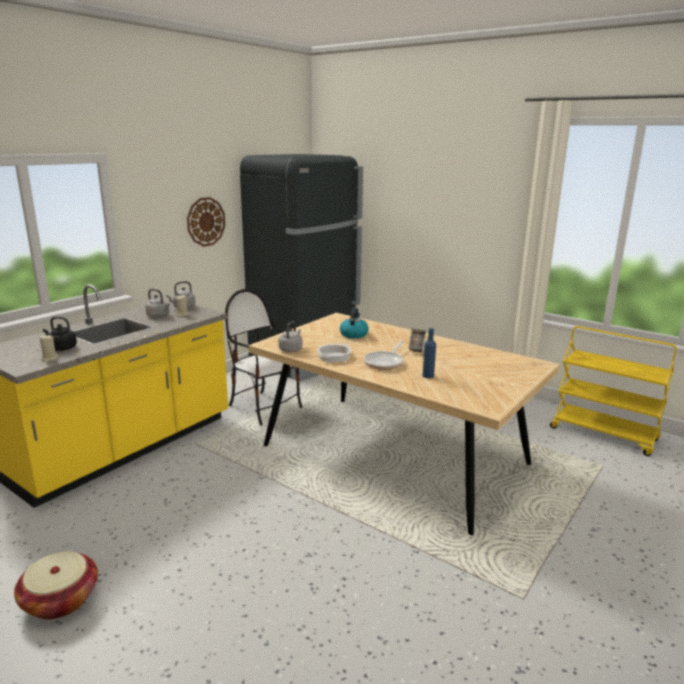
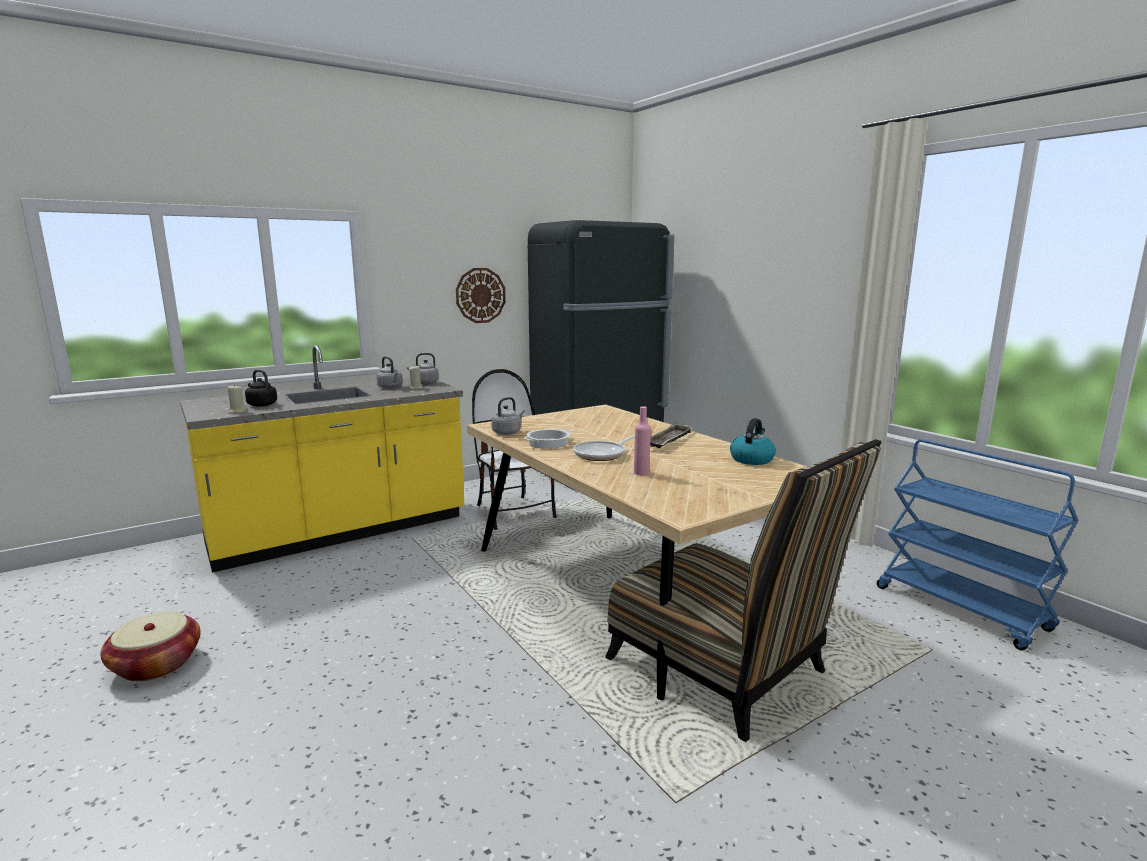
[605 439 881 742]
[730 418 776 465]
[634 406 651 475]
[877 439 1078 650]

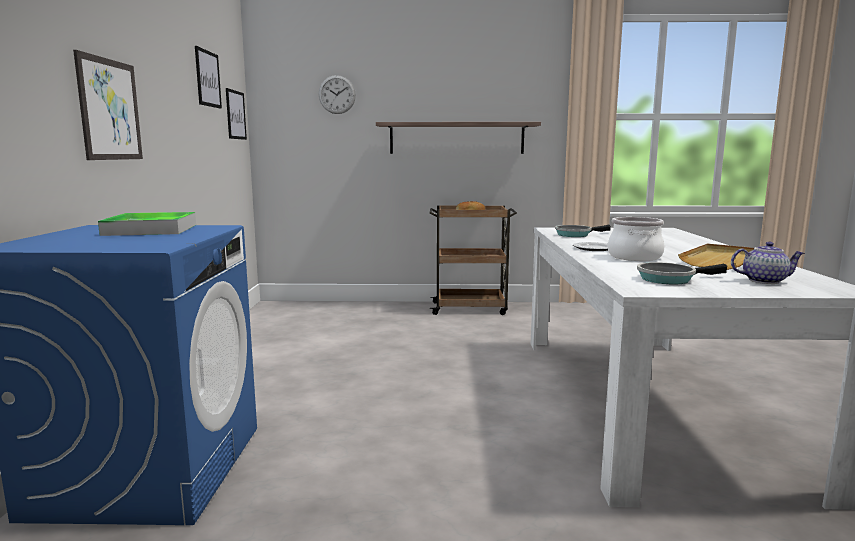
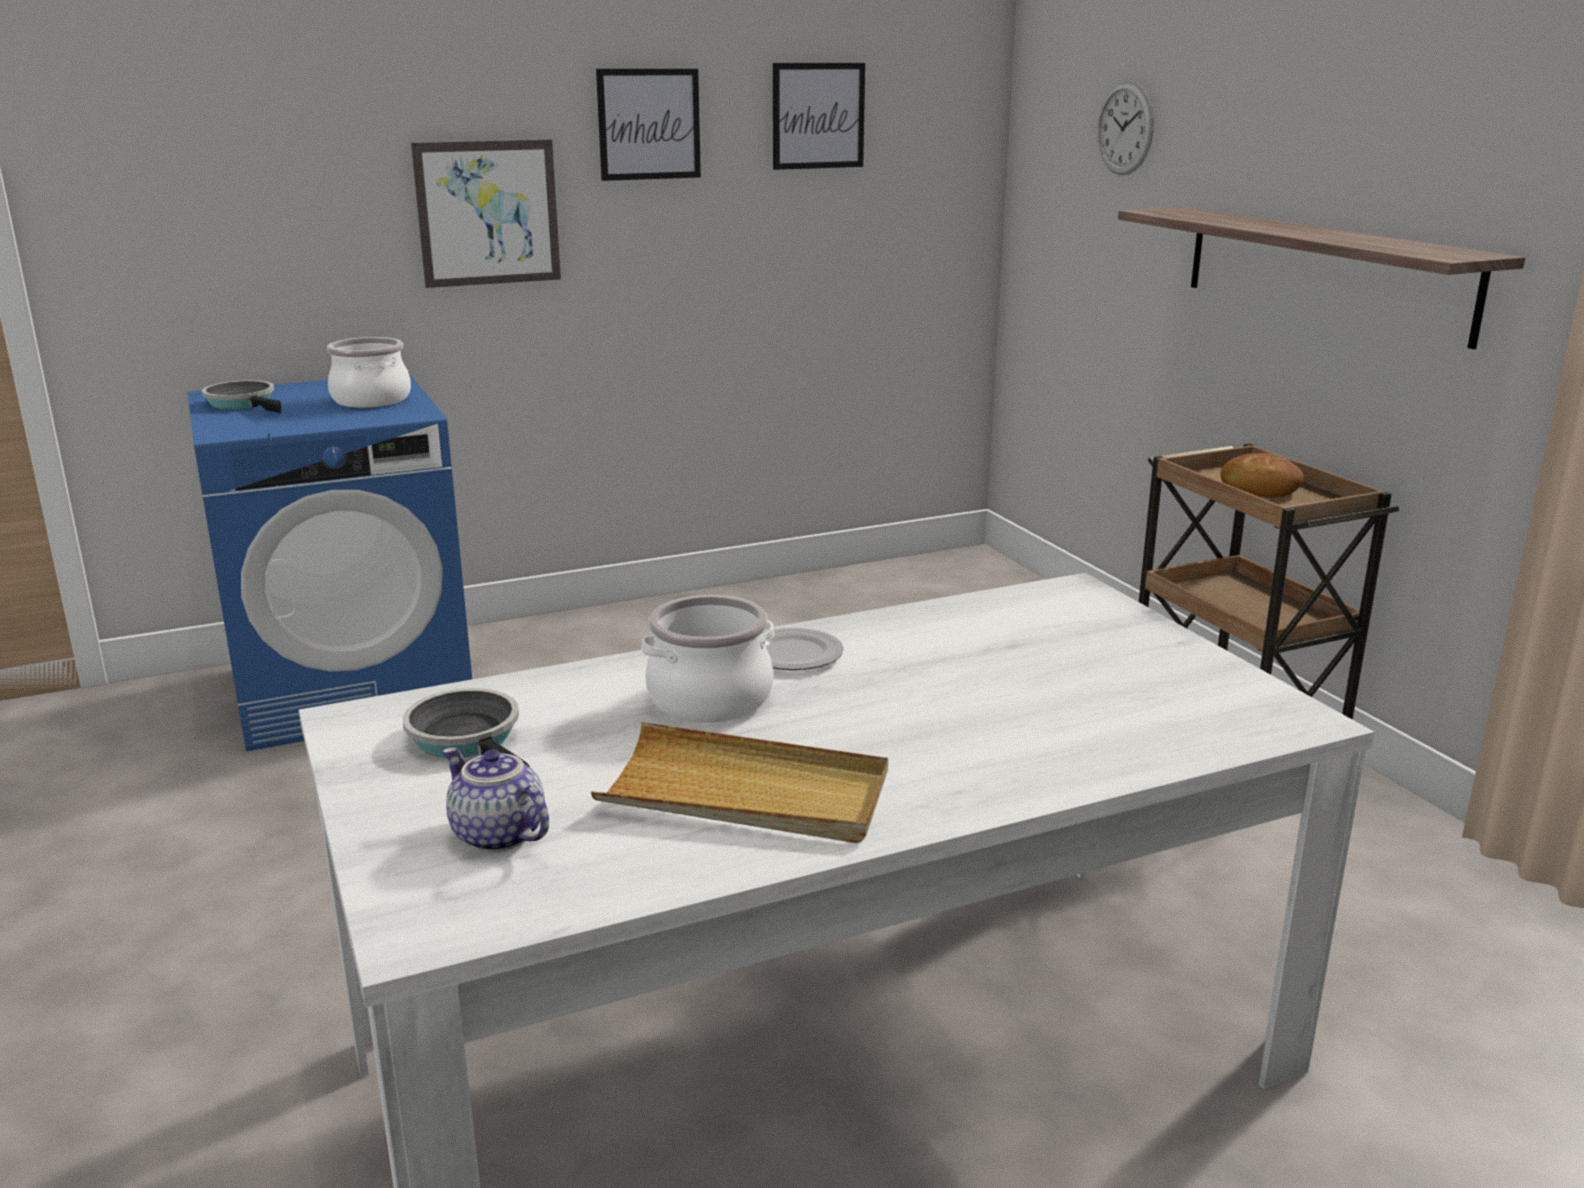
[596 69 701 181]
[202 380 281 413]
[327 337 411 408]
[443 747 549 852]

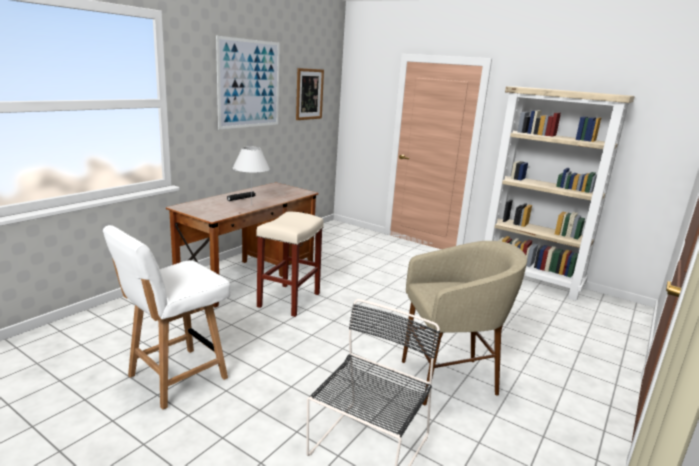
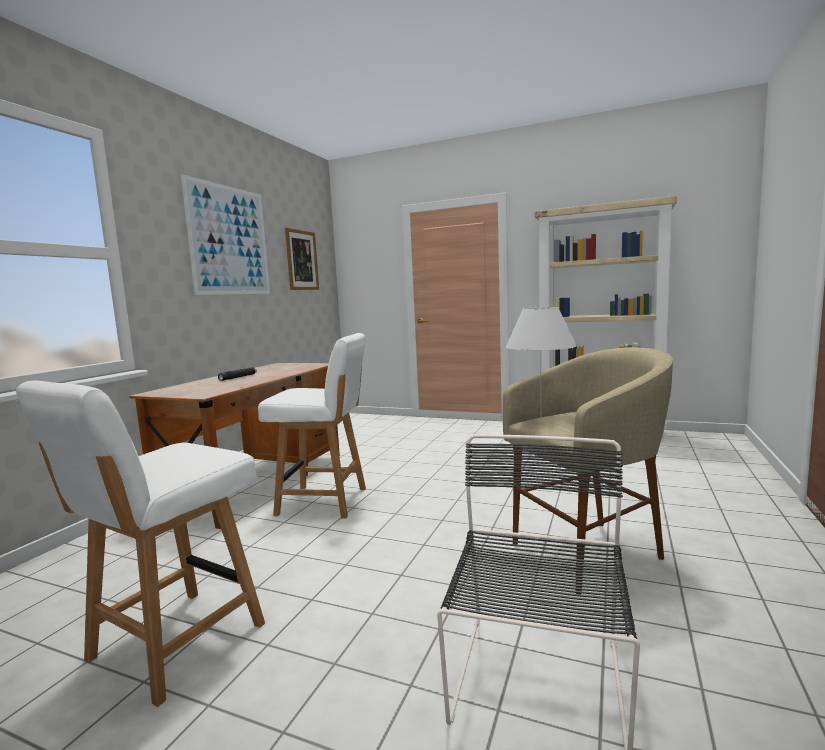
[506 307 577 417]
[258 333 366 518]

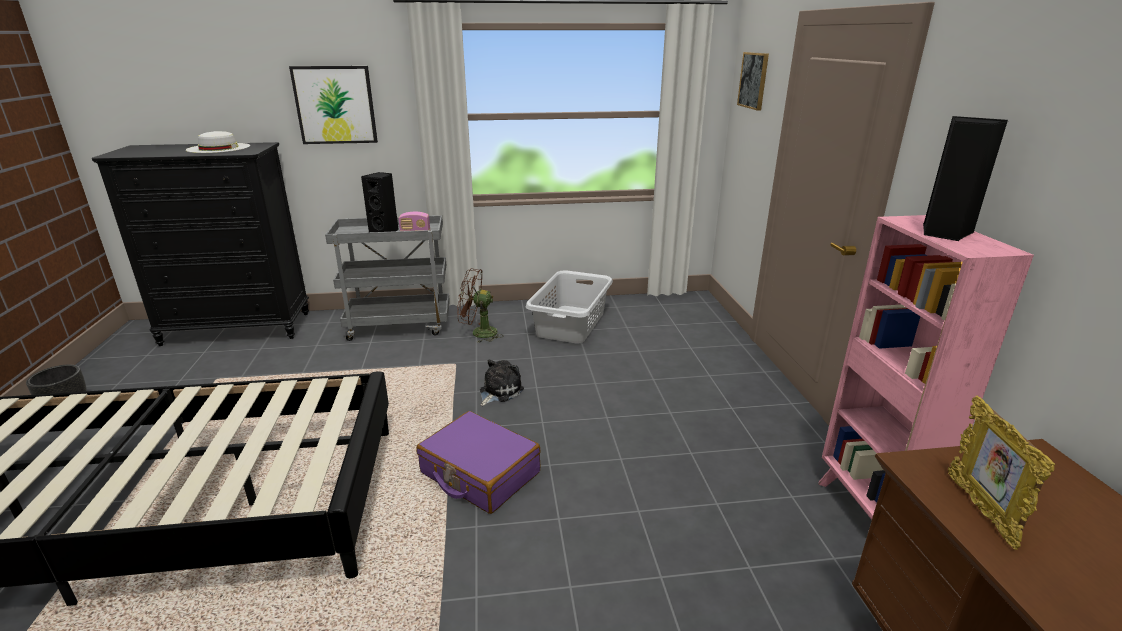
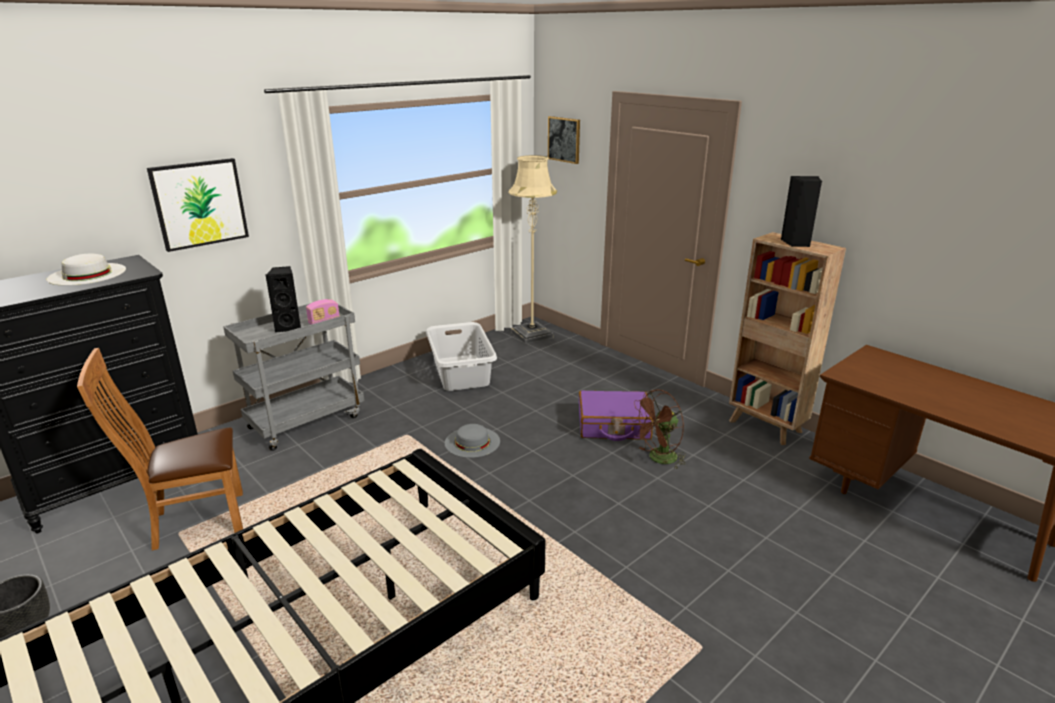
[948 396 1055 550] (first image)
[77 348 243 550]
[508 155 557 344]
[579 390 654 441]
[631 390 686 469]
[445 424 500 458]
[729 232 846 445]

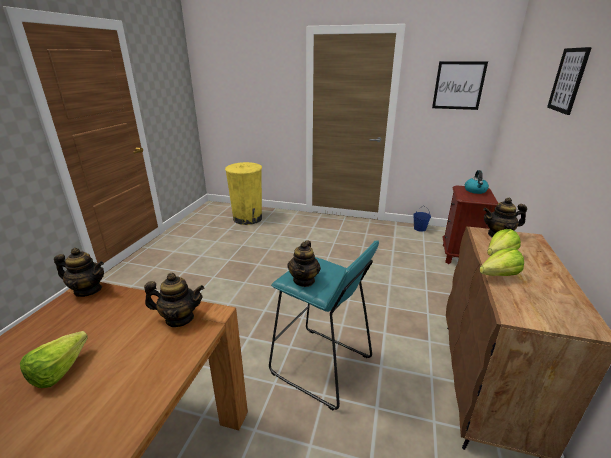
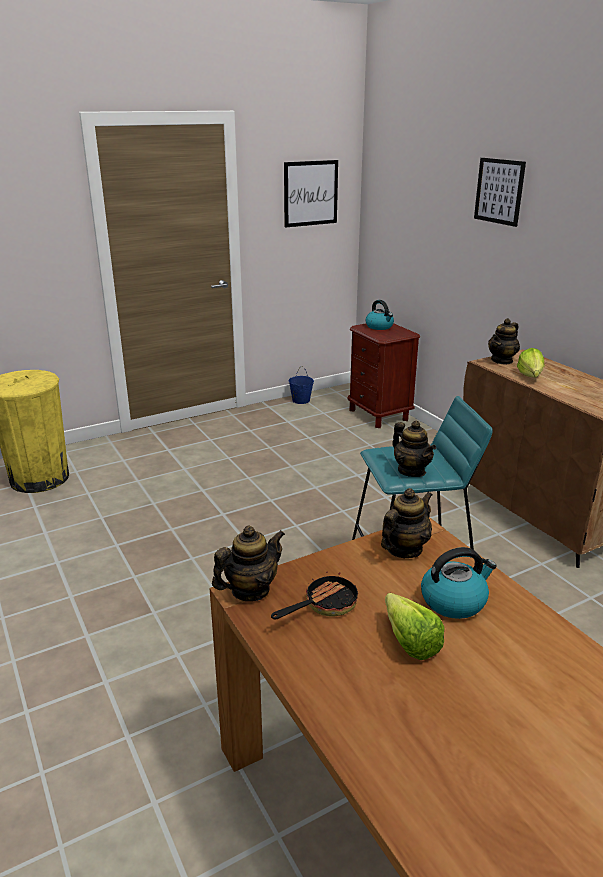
[479 248 524 276] (first image)
[271 567 358 619]
[421 547 497 619]

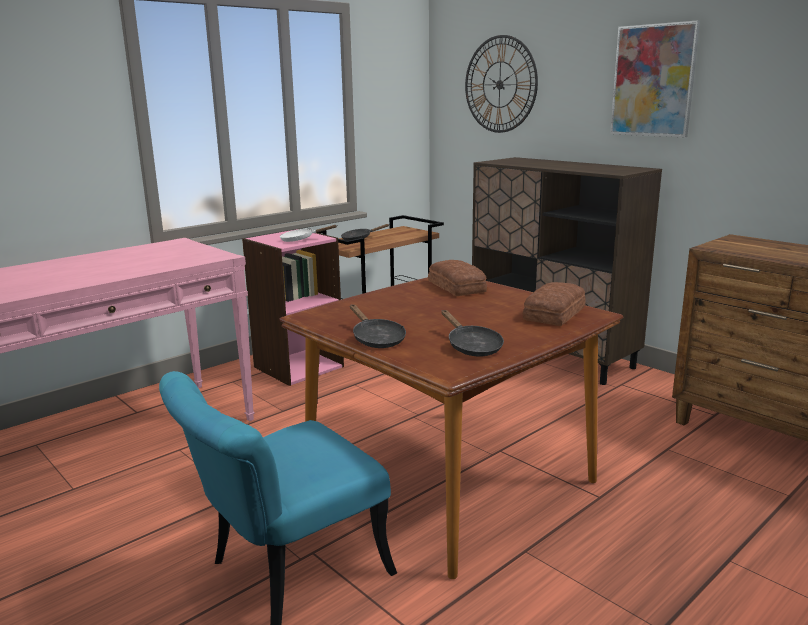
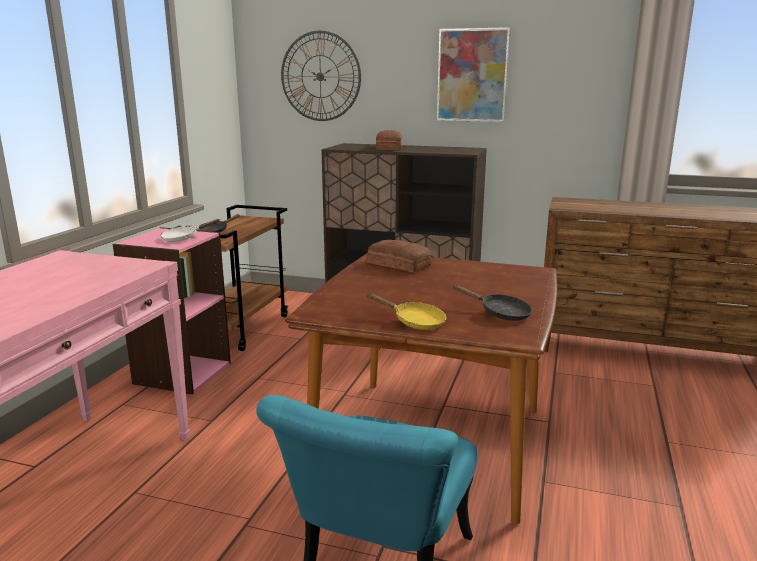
[376 130 402 150]
[366 293 446 330]

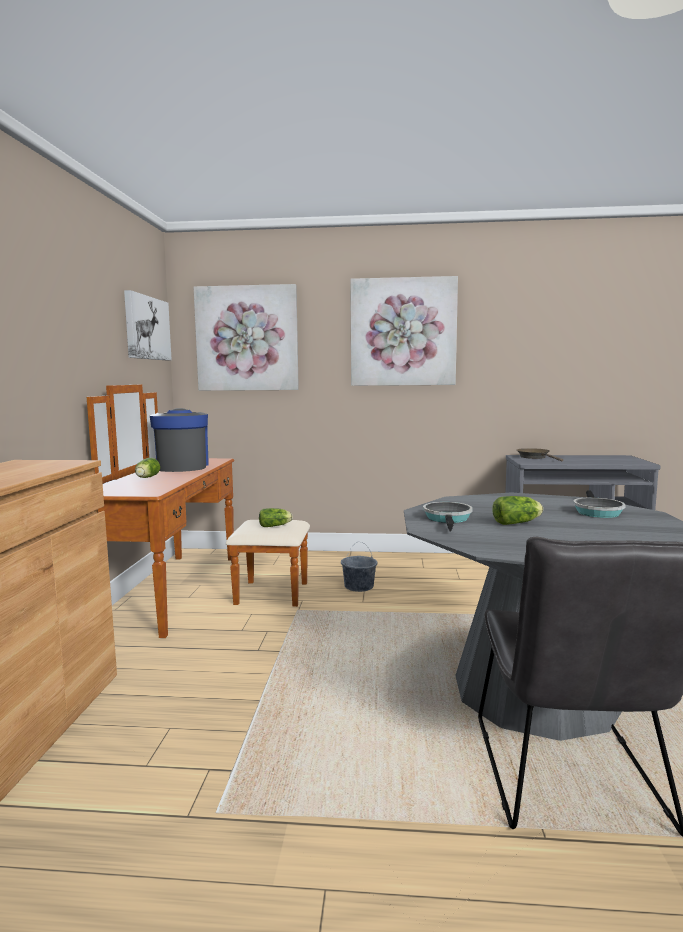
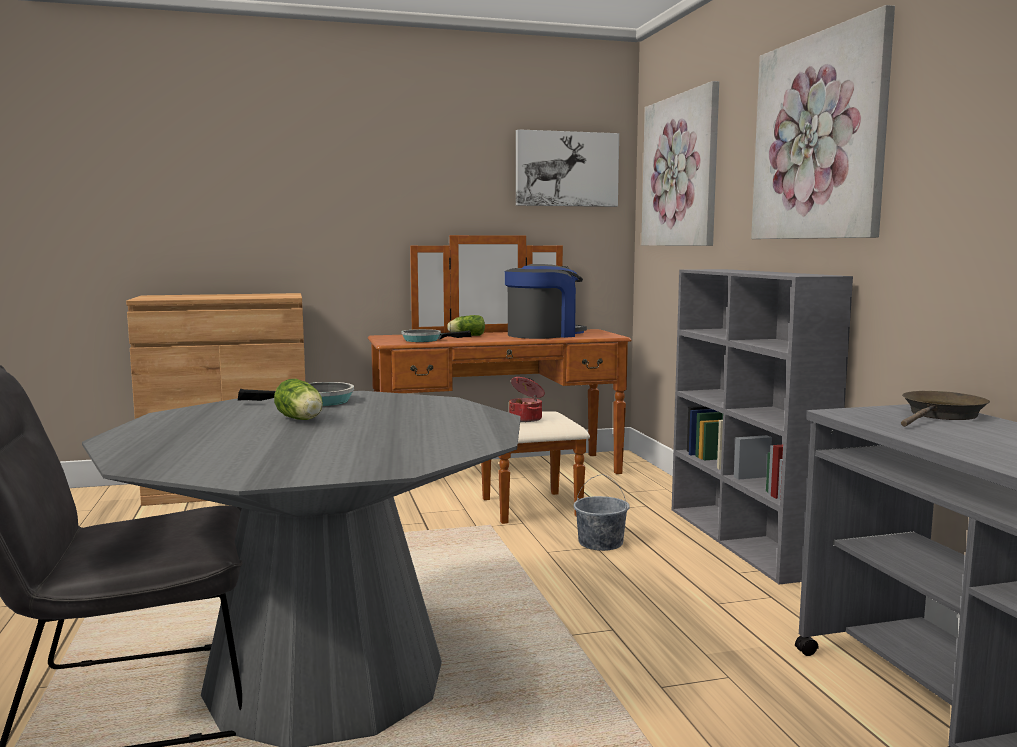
[672 269 853 585]
[401 329 472 342]
[509 377 545 422]

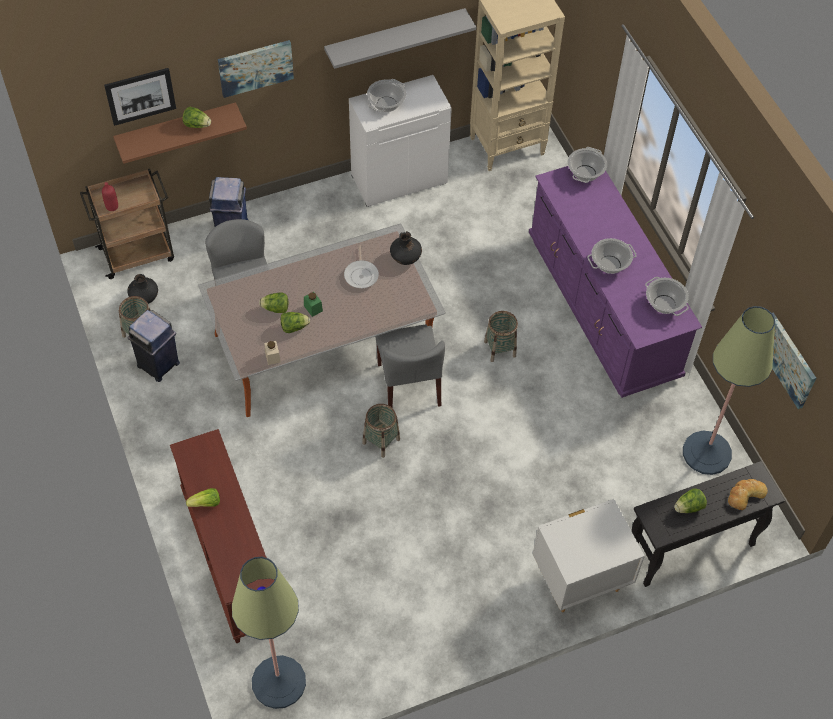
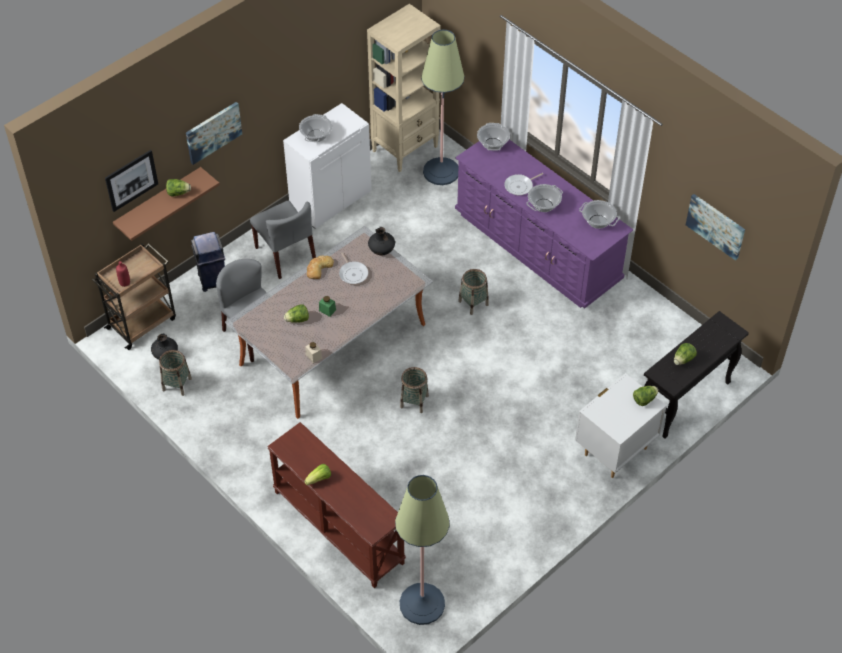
[128 310 180 382] (first image)
[324 8 476 69] (first image)
[504 173 543 195]
[633 386 659 406]
[250 200 316 279]
[421 29 464 185]
[307 255 334 279]

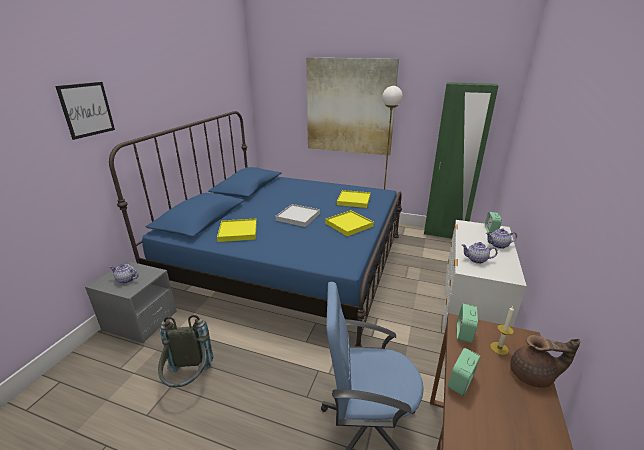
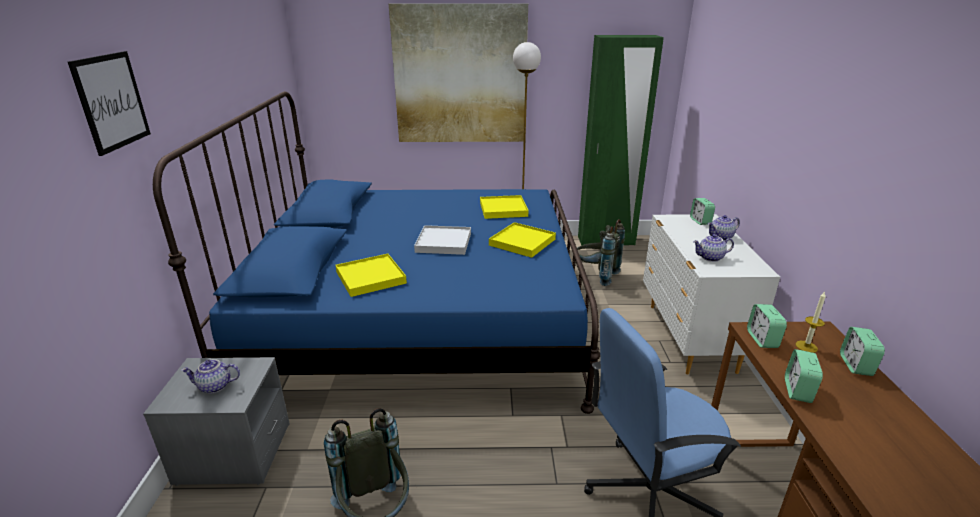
[577 219 625 286]
[840 327 885 376]

